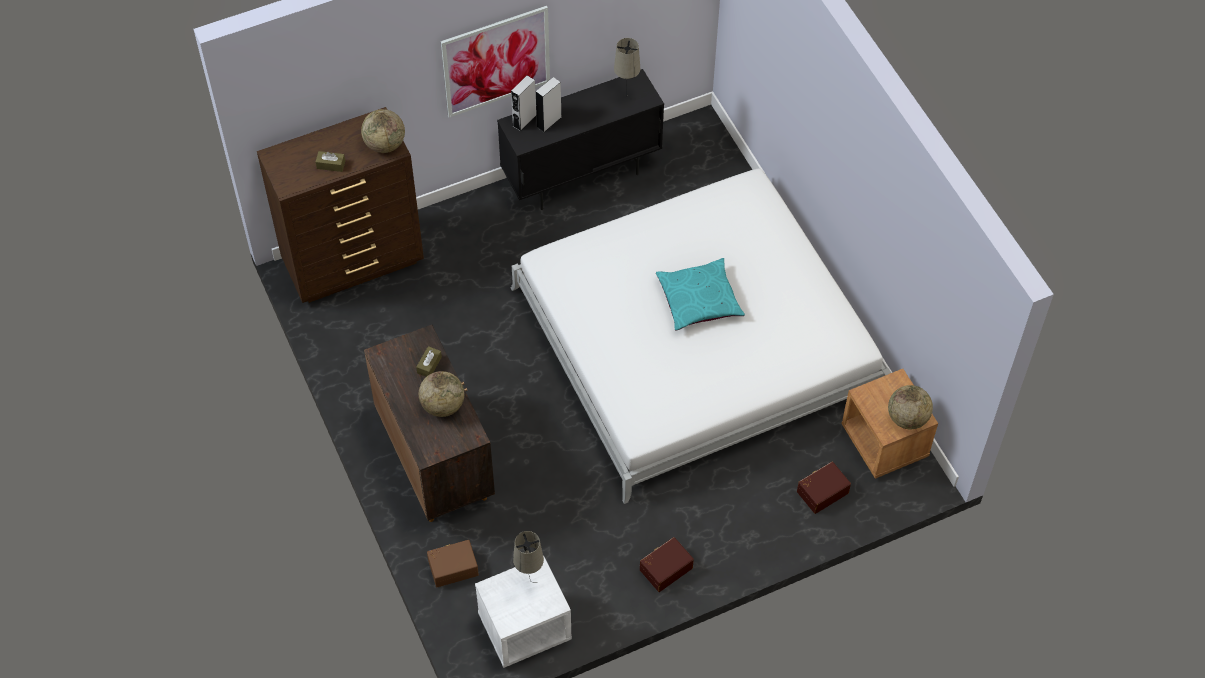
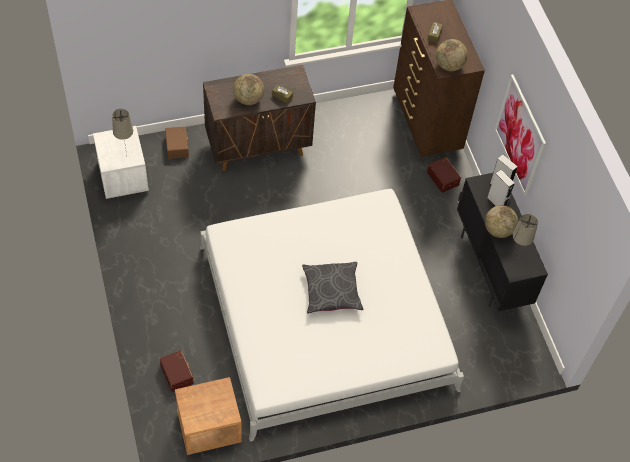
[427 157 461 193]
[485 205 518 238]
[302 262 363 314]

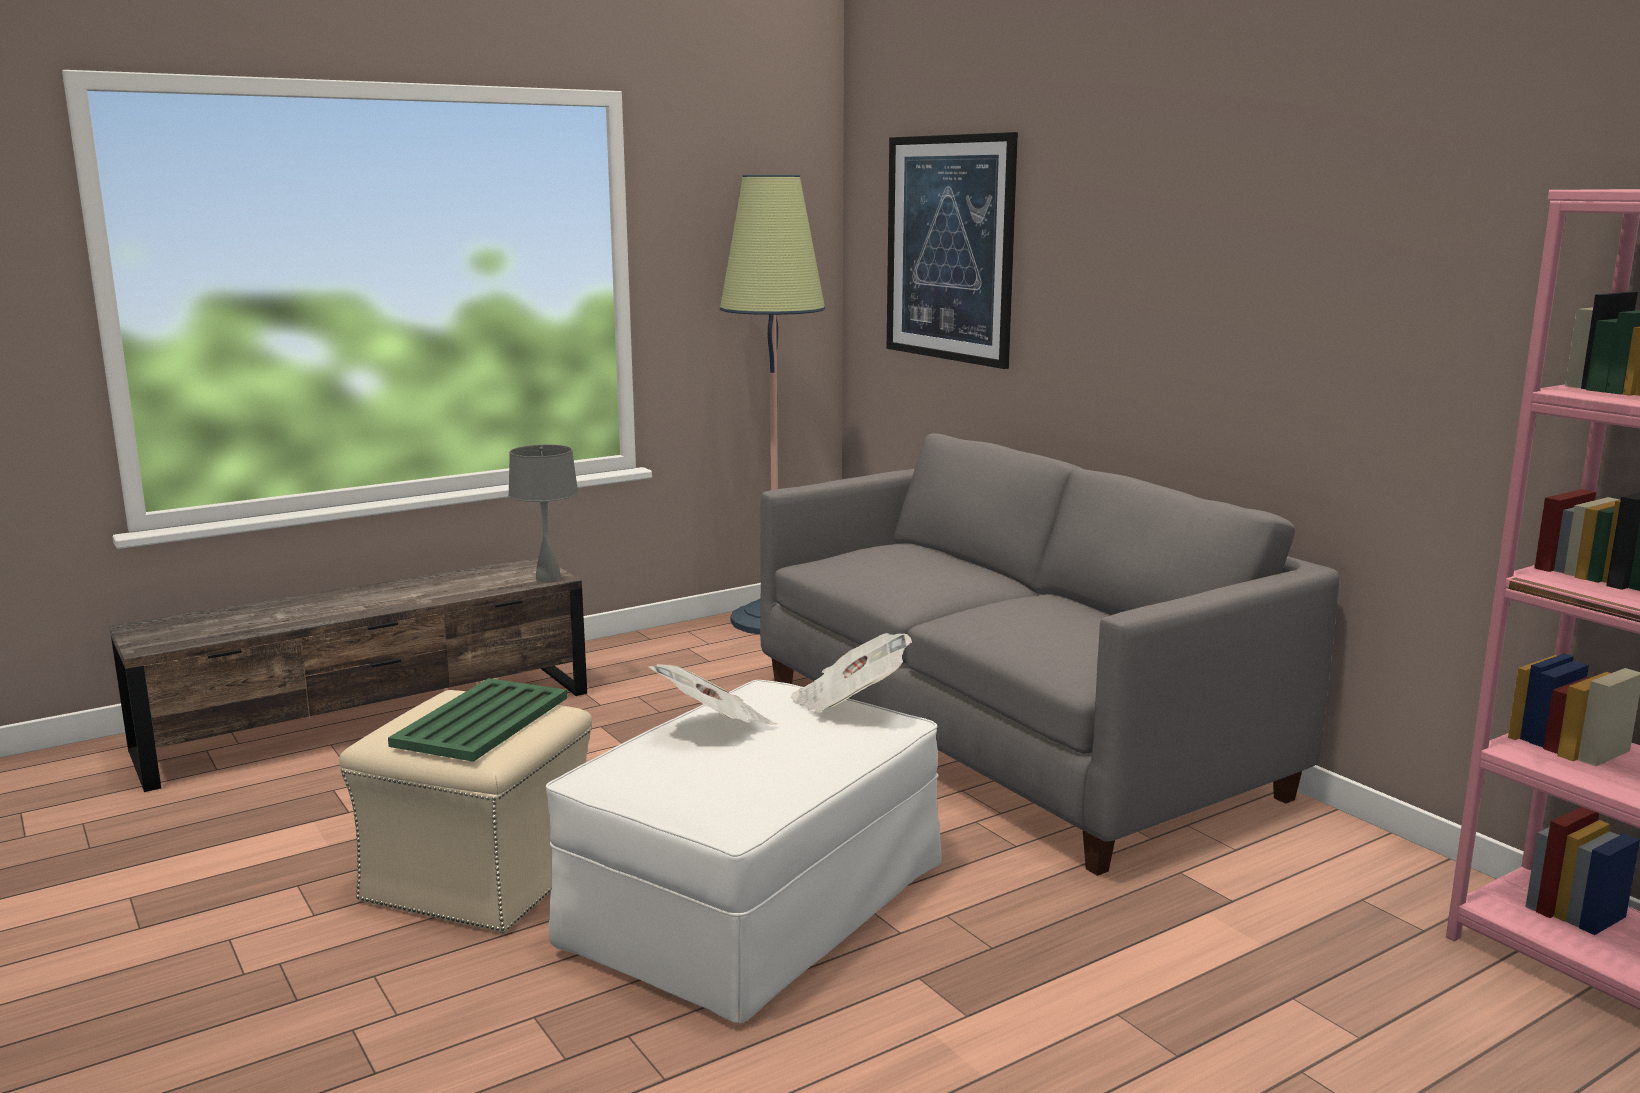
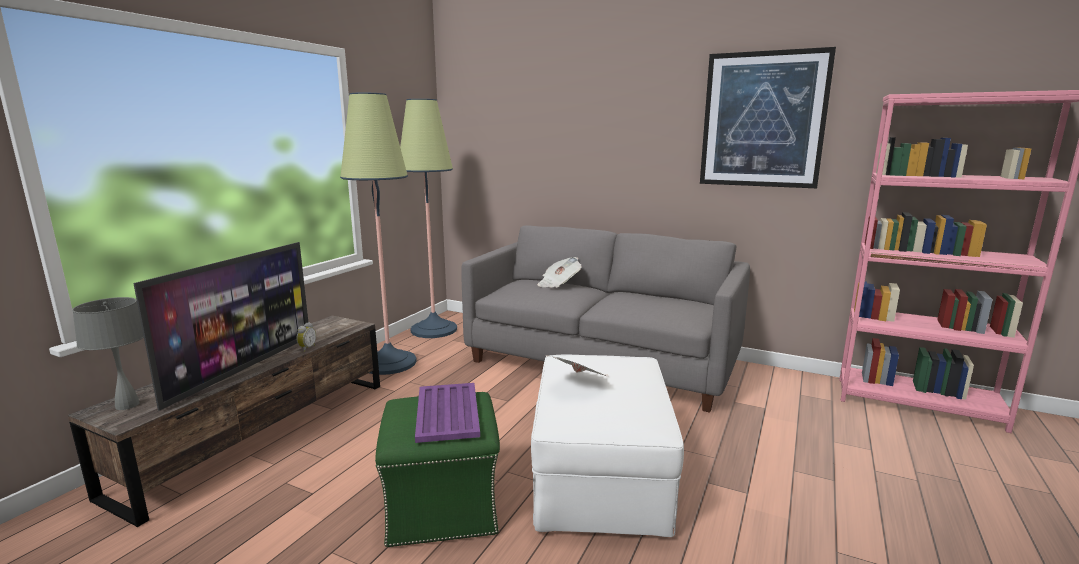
[133 242 308 411]
[296 322 316 352]
[340 93 417 375]
[72 297 144 410]
[537 257 582 288]
[700 47 836 188]
[375 392 500 547]
[415 383 480 443]

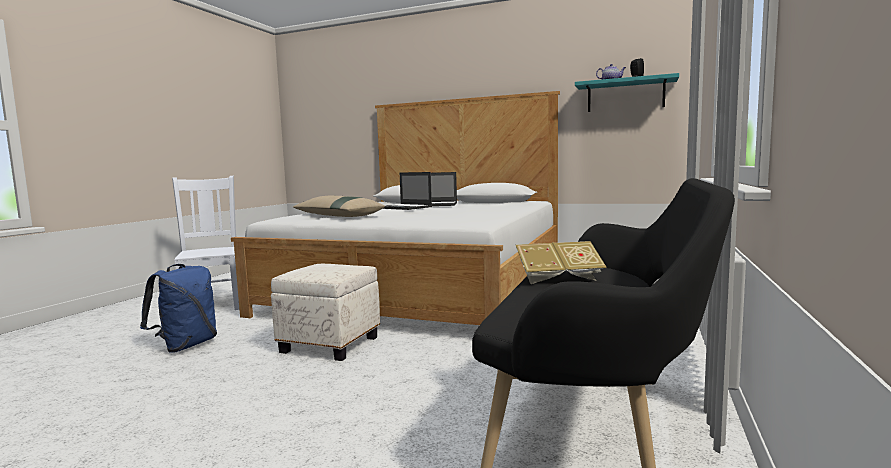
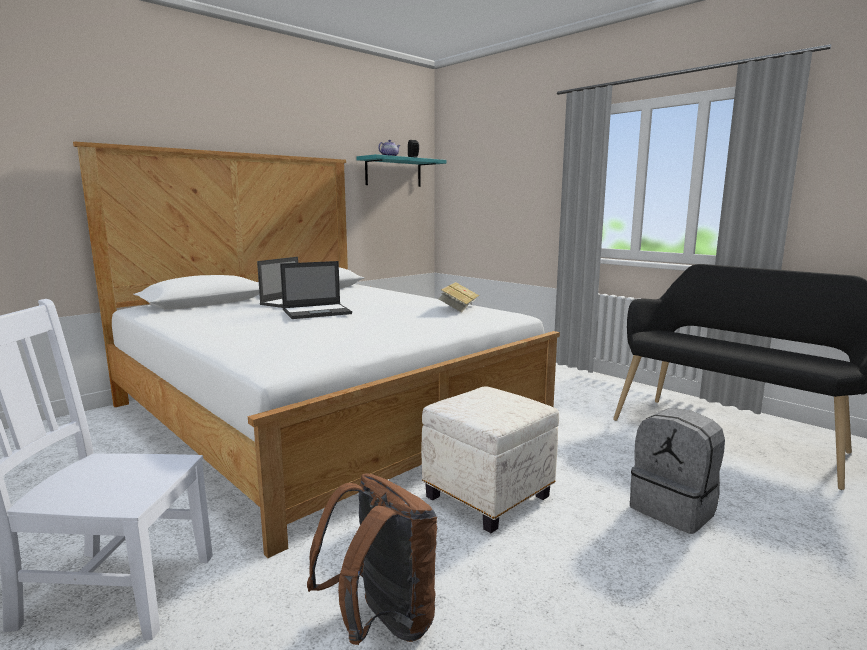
[293 195 385 217] (first image)
[630 408 725 534]
[439 282 479 313]
[307 473 437 645]

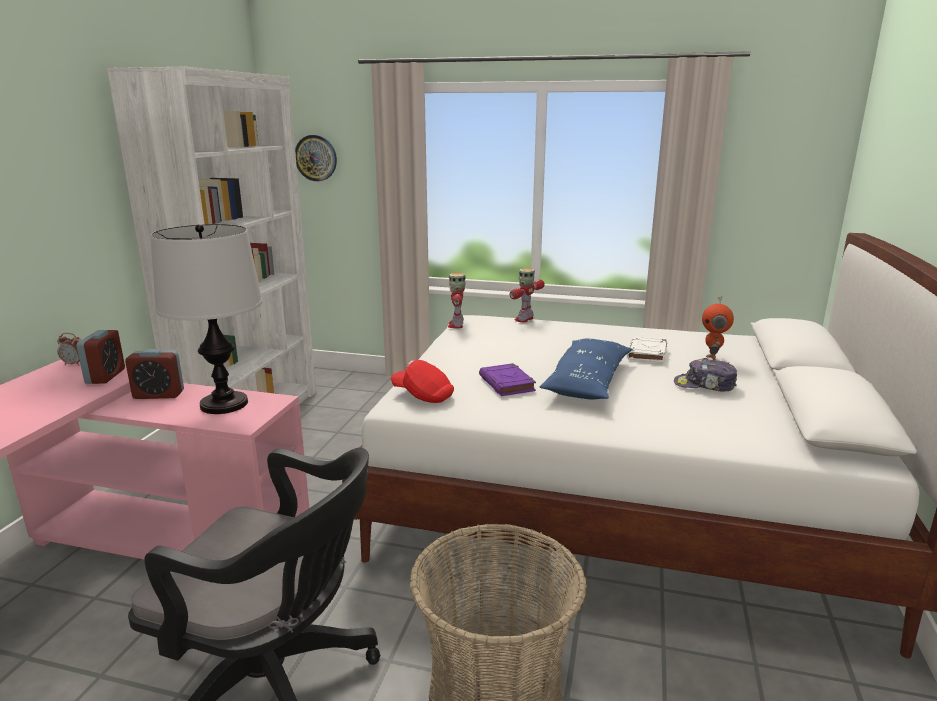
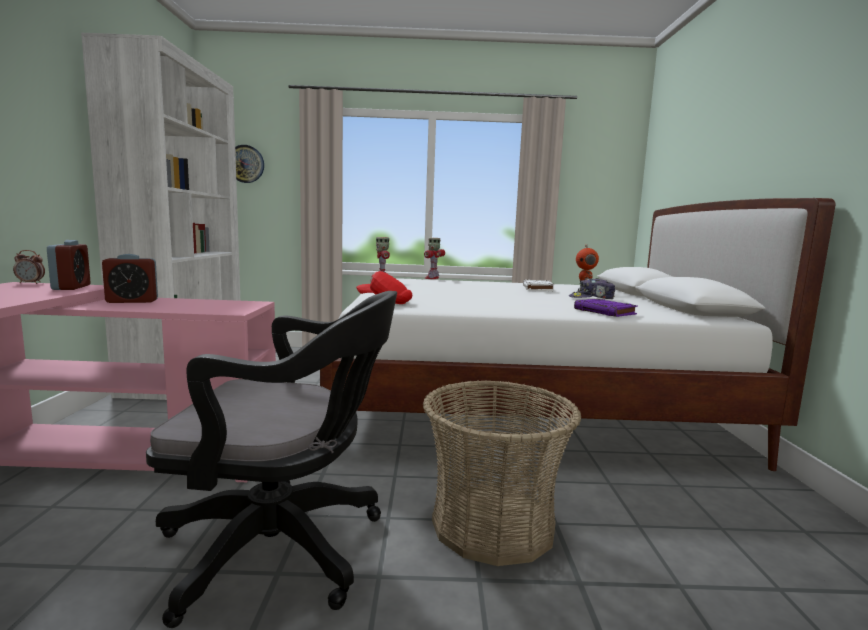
[150 224 262 414] (first image)
[539 339 632 399] (first image)
[574 299 638 317]

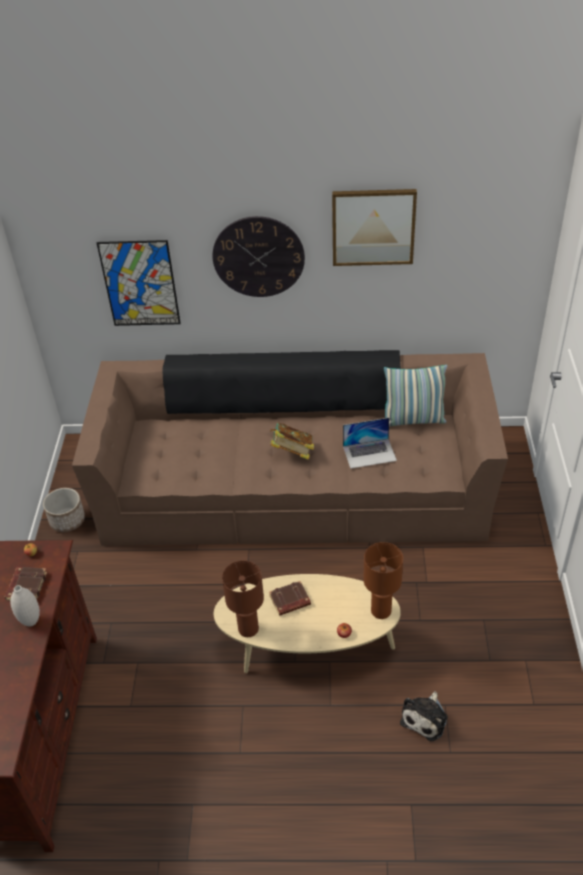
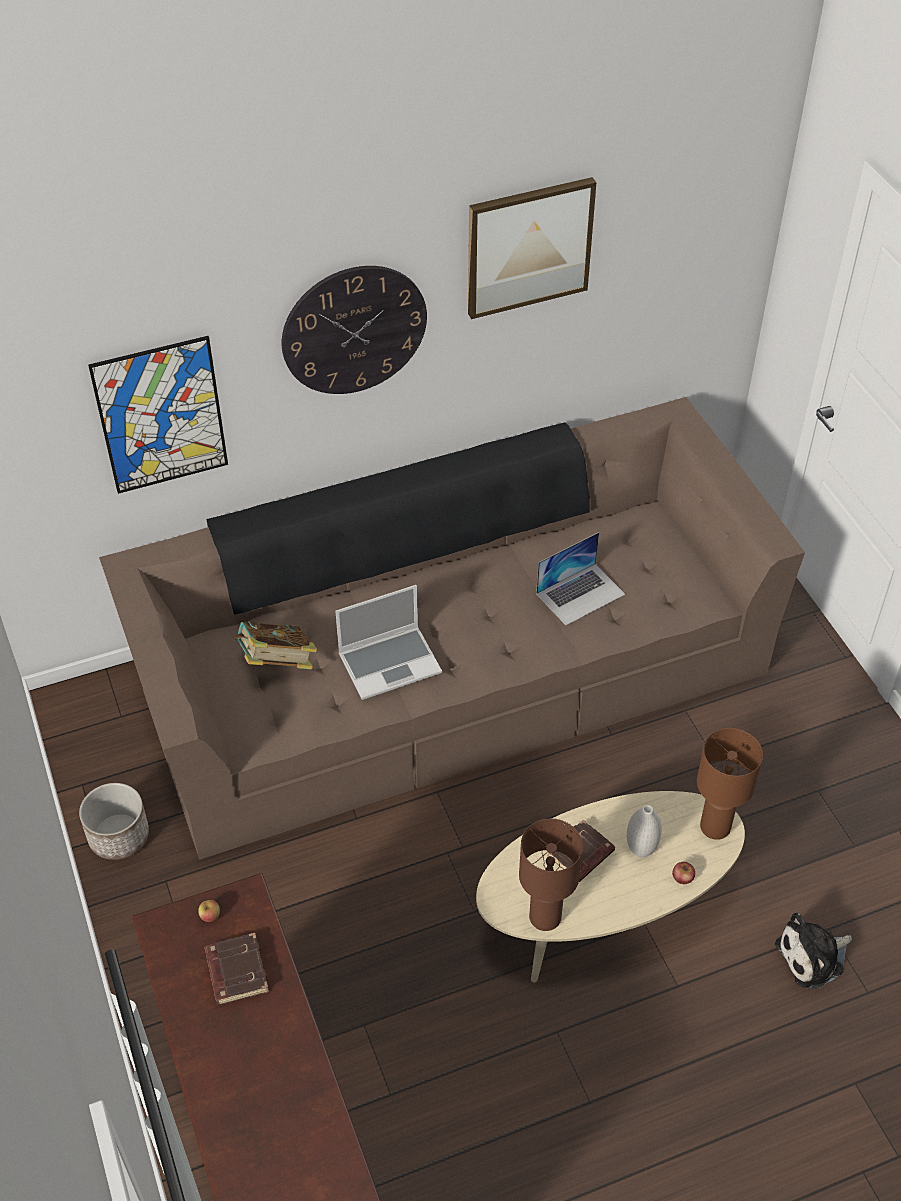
[384 365 447 427] (first image)
[335 585 442 700]
[627 805 662 858]
[232 621 317 669]
[775 912 852 989]

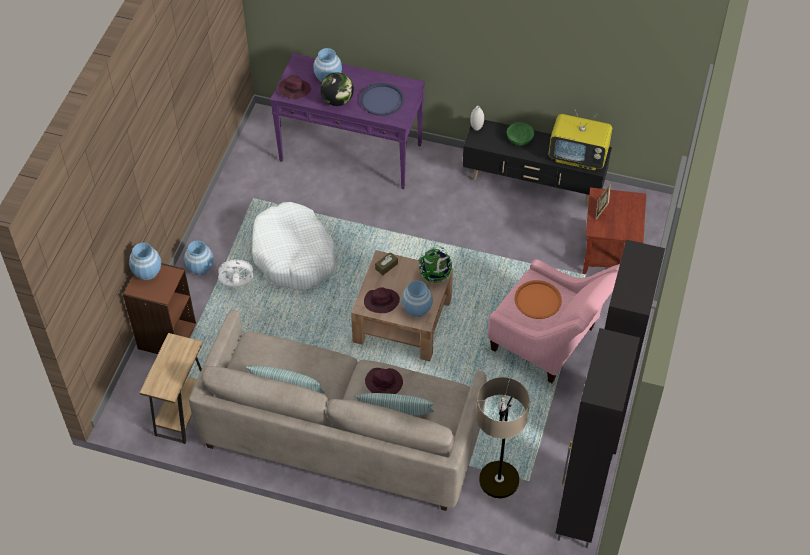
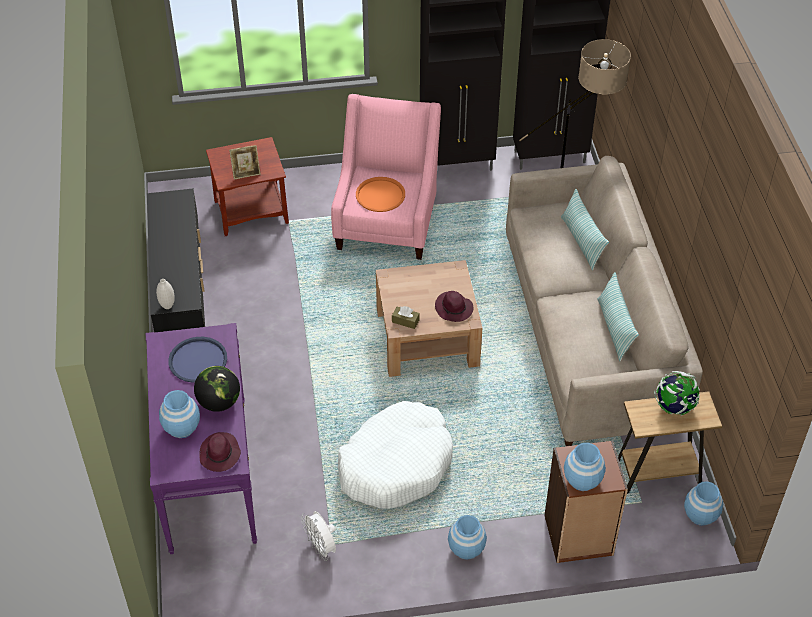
[365 368 403 394] (first image)
[507 122 534 145] (first image)
[549 109 612 170] (first image)
[301 511 336 561]
[684 481 723 526]
[654 371 700 416]

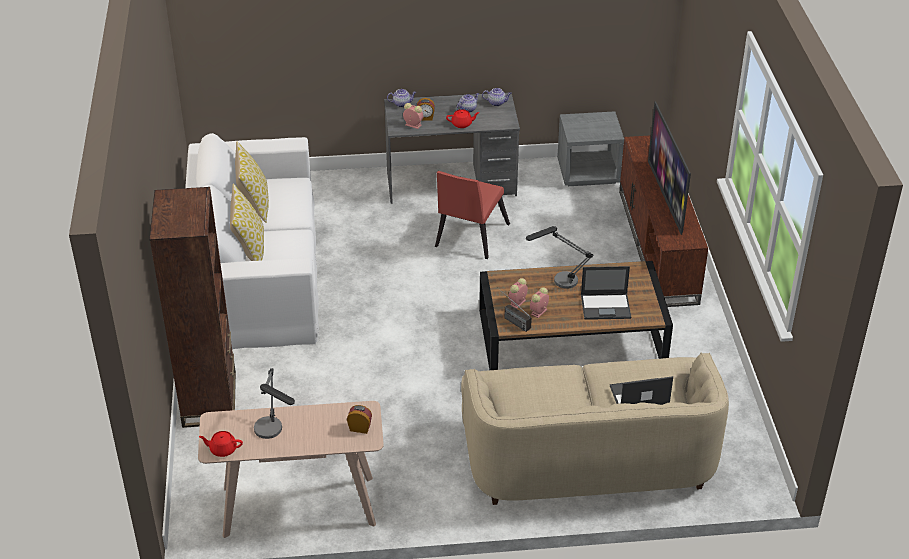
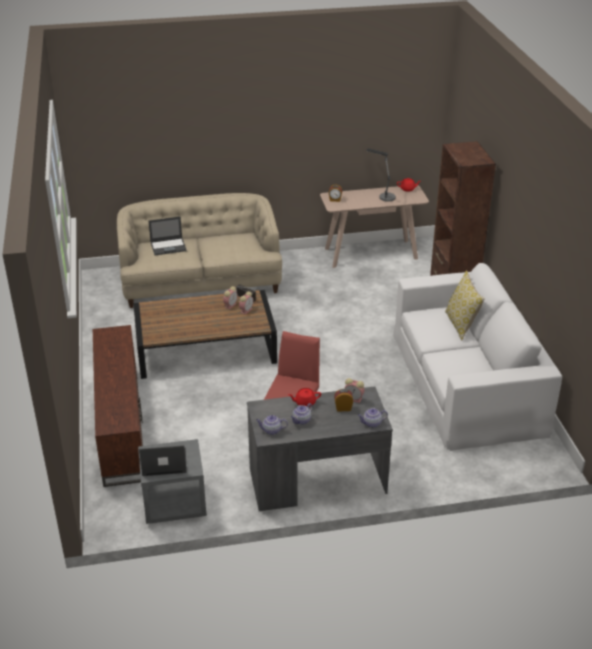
[235 141 269 223] (first image)
[526 226 593 289] (first image)
[648 101 691 235] (first image)
[139 445 187 476]

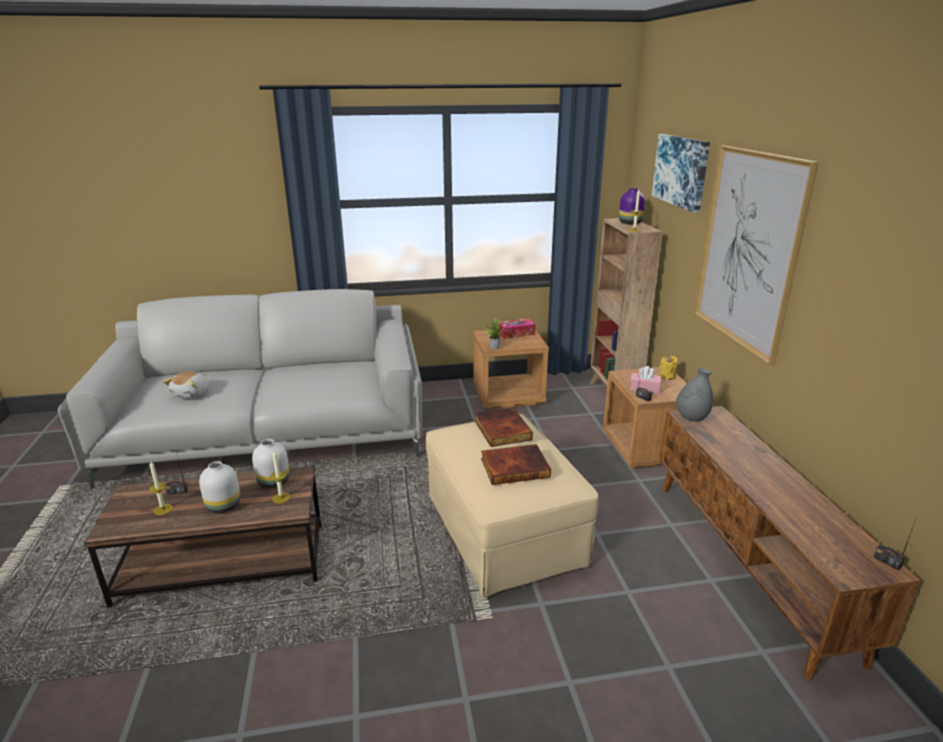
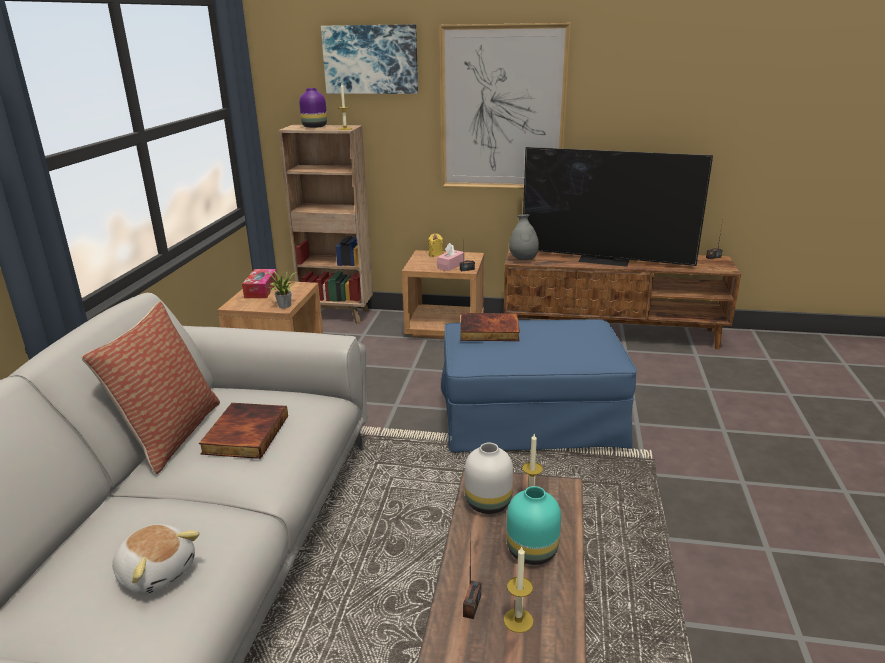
[81 302 220 474]
[523 147 713 267]
[199 403 288 459]
[507 486 561 565]
[441 319 637 452]

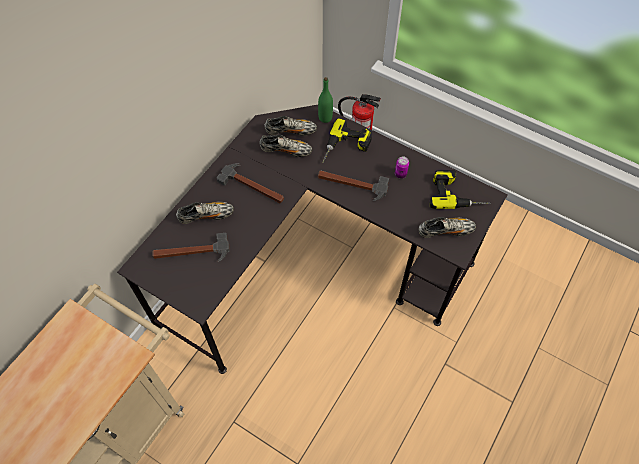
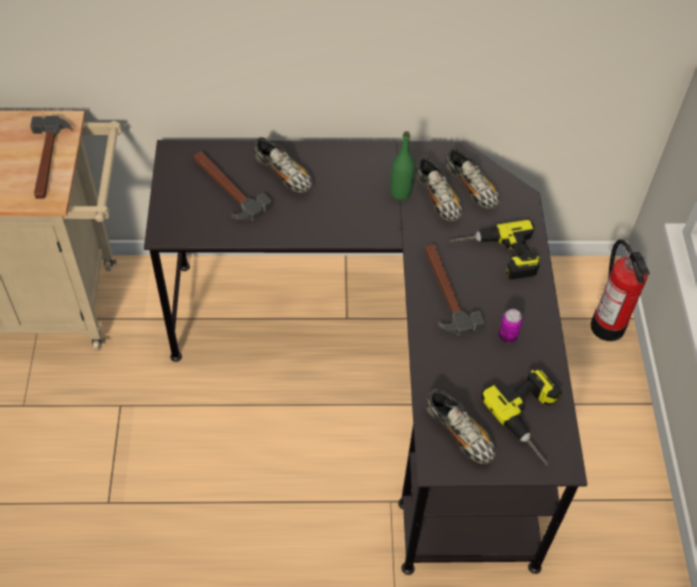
[30 116 73 199]
[390 131 415 200]

